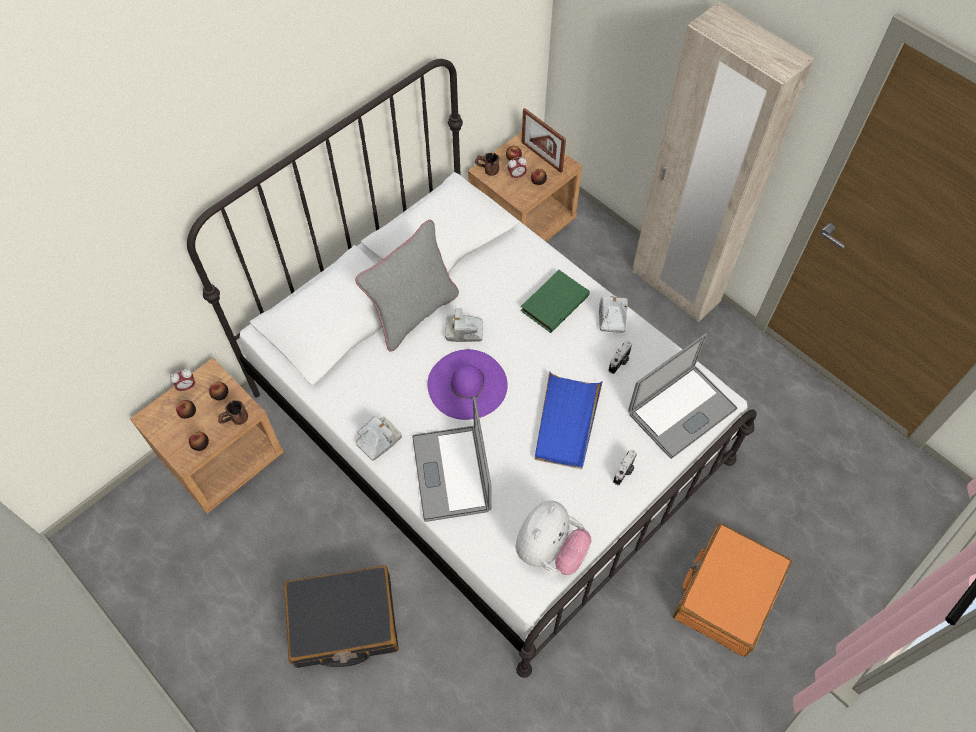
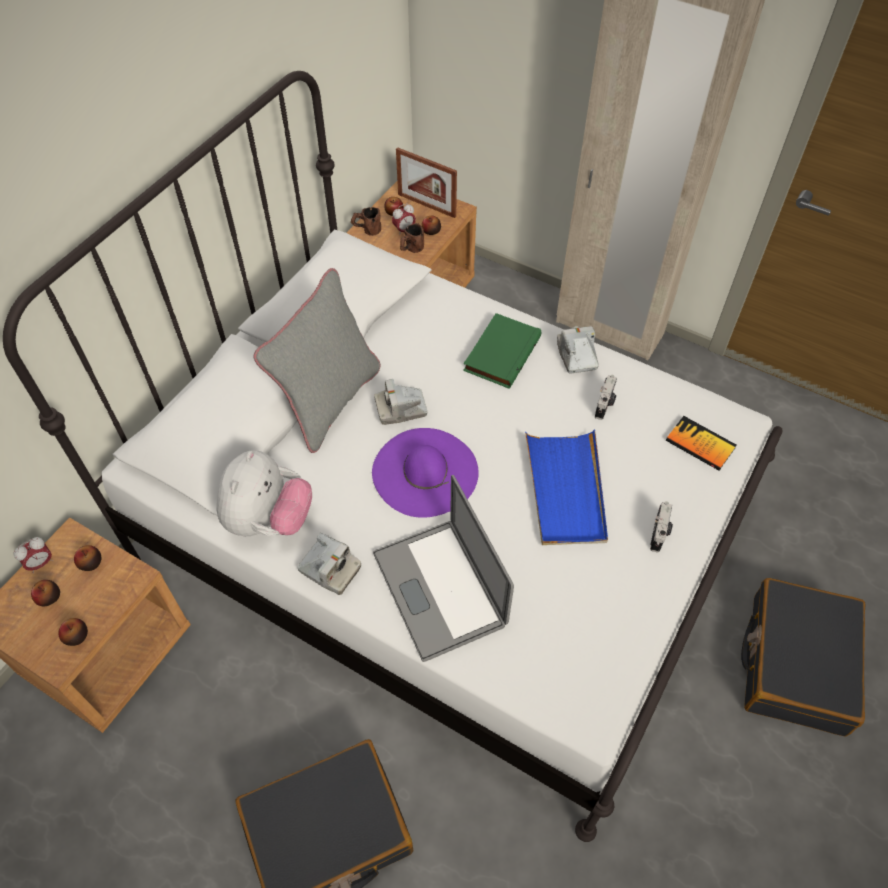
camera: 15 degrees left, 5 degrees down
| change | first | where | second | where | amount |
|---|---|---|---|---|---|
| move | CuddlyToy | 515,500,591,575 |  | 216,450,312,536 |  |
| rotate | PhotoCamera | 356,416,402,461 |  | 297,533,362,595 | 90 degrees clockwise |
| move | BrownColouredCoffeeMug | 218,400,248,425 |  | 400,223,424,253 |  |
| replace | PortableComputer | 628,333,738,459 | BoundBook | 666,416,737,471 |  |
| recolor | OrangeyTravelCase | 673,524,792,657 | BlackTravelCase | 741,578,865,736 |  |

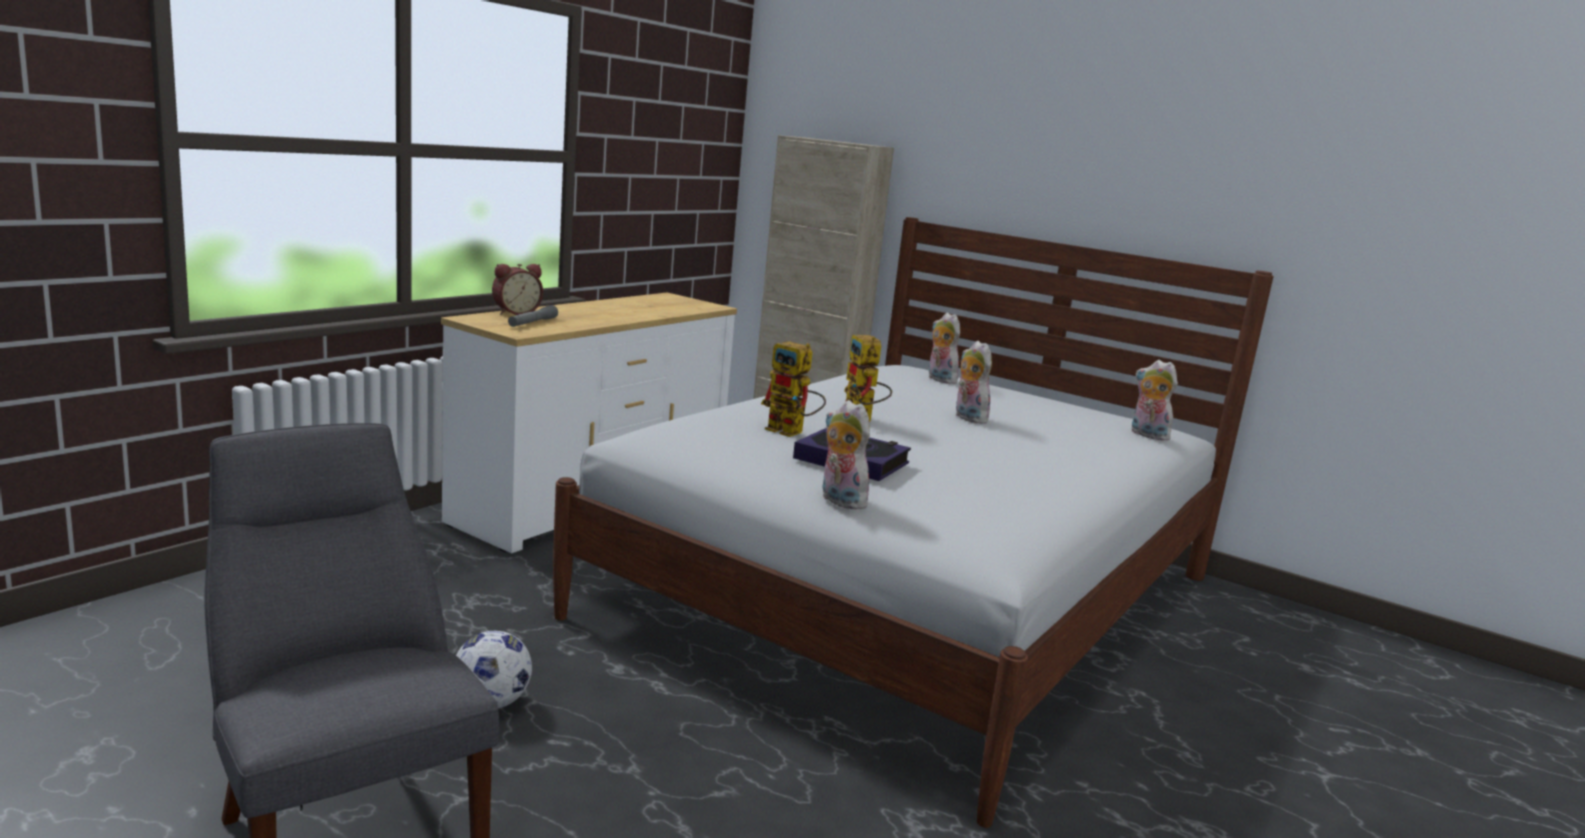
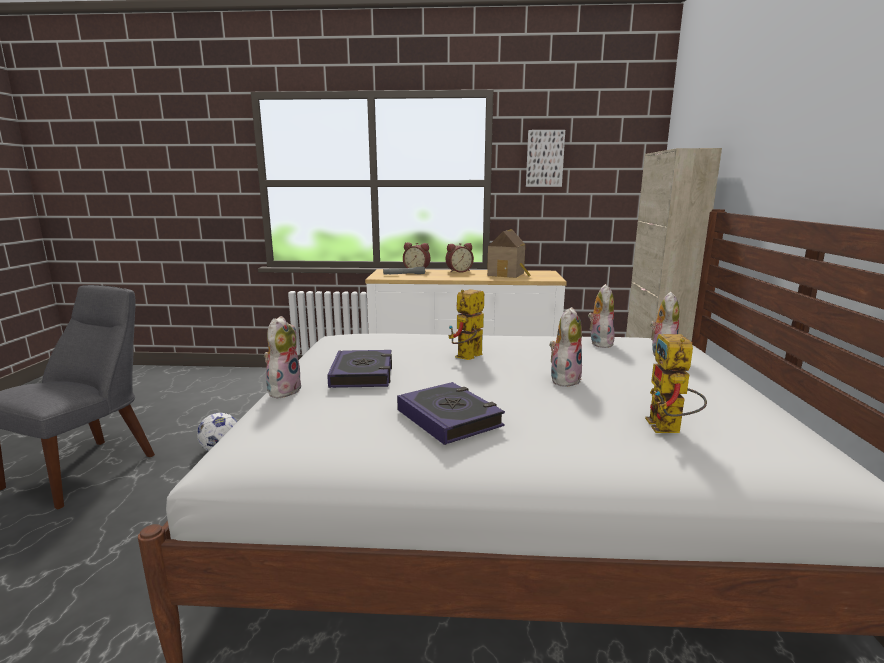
camera: 60 degrees right, 0 degrees up
| change | first | where | second | where | amount |
|---|---|---|---|---|---|
| insert |  |  | BoundBook | 397,382,505,445 |  |
| insert |  |  | AlarmClock | 446,243,474,273 |  |
| insert |  |  | ModelHouse | 487,229,531,278 |  |
| insert |  |  | WallArt | 526,130,565,187 |  |
| move | CuddlyToy | 1132,360,1178,441 |  | 588,284,615,348 |  |
| move | ToyRobot | 761,341,826,437 |  | 645,334,707,433 |  |

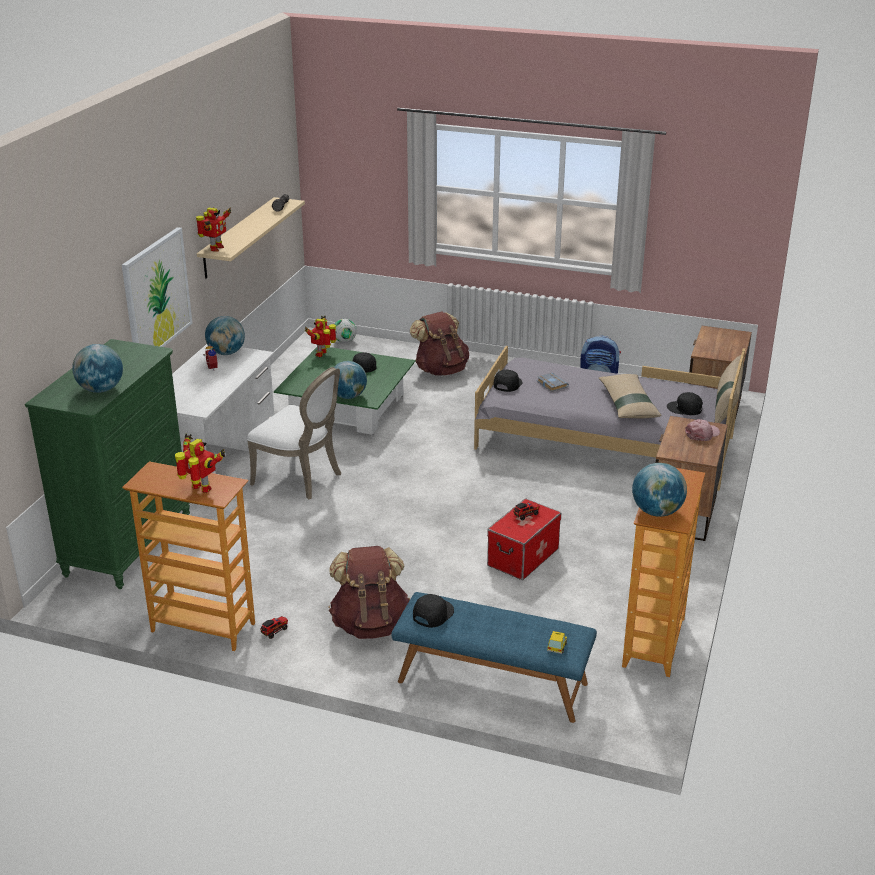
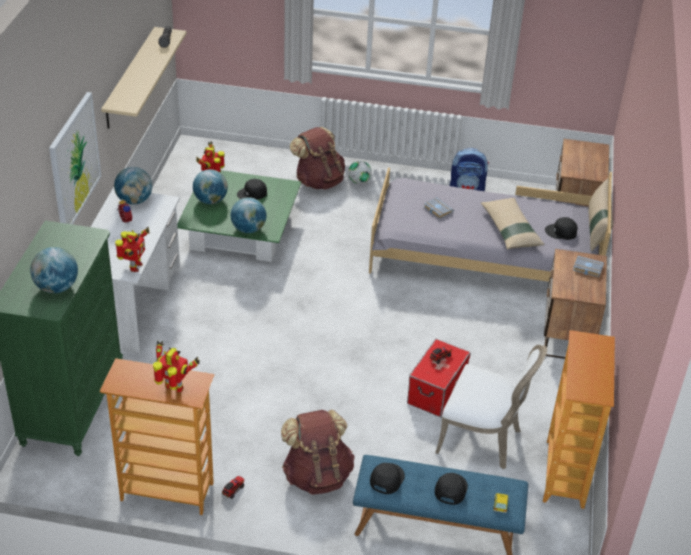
camera: 10 degrees left, 10 degrees up
| change | first | where | second | where | amount |
|---|---|---|---|---|---|
| move | ToyRobot | 196,207,231,252 |  | 115,227,150,272 |  |
| move | Globe | 632,463,687,517 |  | 193,169,228,204 |  |
| move | FootballBall | 334,319,357,343 |  | 348,161,372,184 |  |
| move | WhitishUprightChair | 247,367,341,500 |  | 435,345,547,469 |  |
| move | BlackBaseballCap | 494,370,523,392 |  | 435,473,468,505 |  |
| replace | PinkishBaseballCap | 685,419,720,441 | GreyBoundBook | 573,256,604,277 |  |

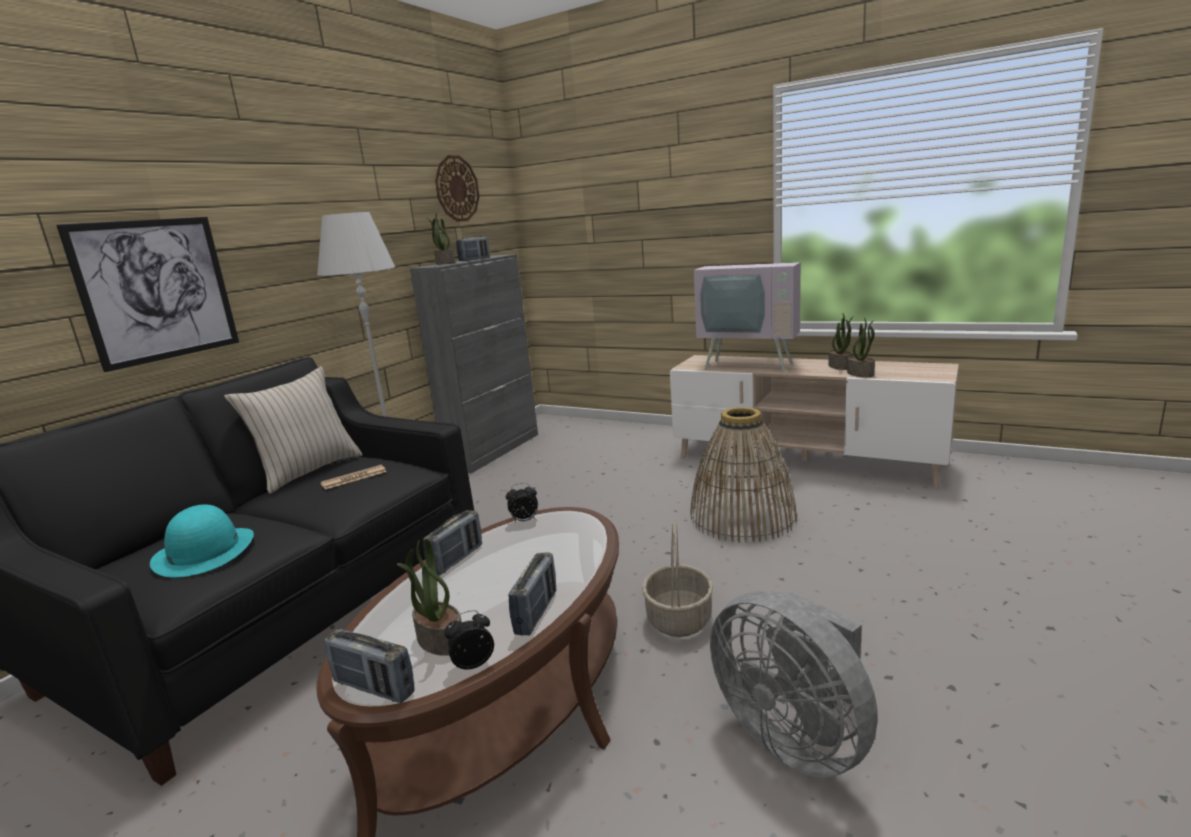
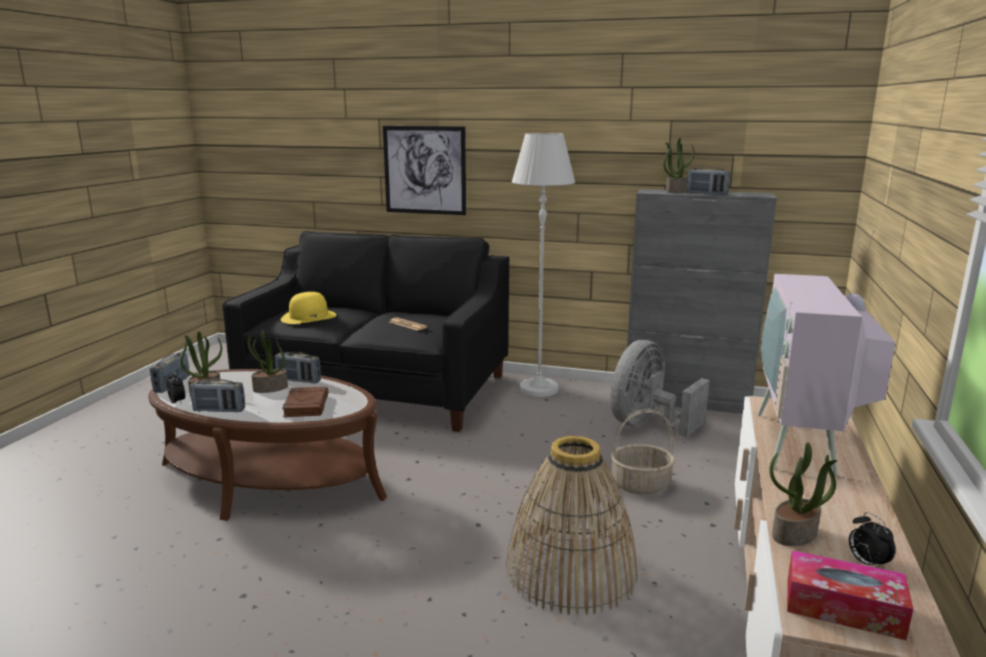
camera: 75 degrees right, 0 degrees up
| change | first | where | second | where | amount |
|---|---|---|---|---|---|
| move | PlantInAPot | 828,314,854,370 |  | 248,330,288,393 |  |
| recolor | TurquoiseClothingHat | 150,504,254,577 | YellowishClothingHat | 281,292,337,324 |  |
| insert |  |  | BrownColouredBoundBook | 282,387,328,417 |  |
| move | GreyFan | 710,591,878,778 |  | 610,340,710,437 |  |
| move | Basket | 642,522,713,637 |  | 611,409,675,494 |  |
| insert |  |  | TissueBox | 787,550,913,641 |  |
| move | AlarmClock | 506,483,538,522 |  | 849,512,896,568 |  |
| delete | BeigeColouredCushion | 224,367,363,494 |  |  |  |
| delete | WallClock | 435,155,479,222 |  |  |  |

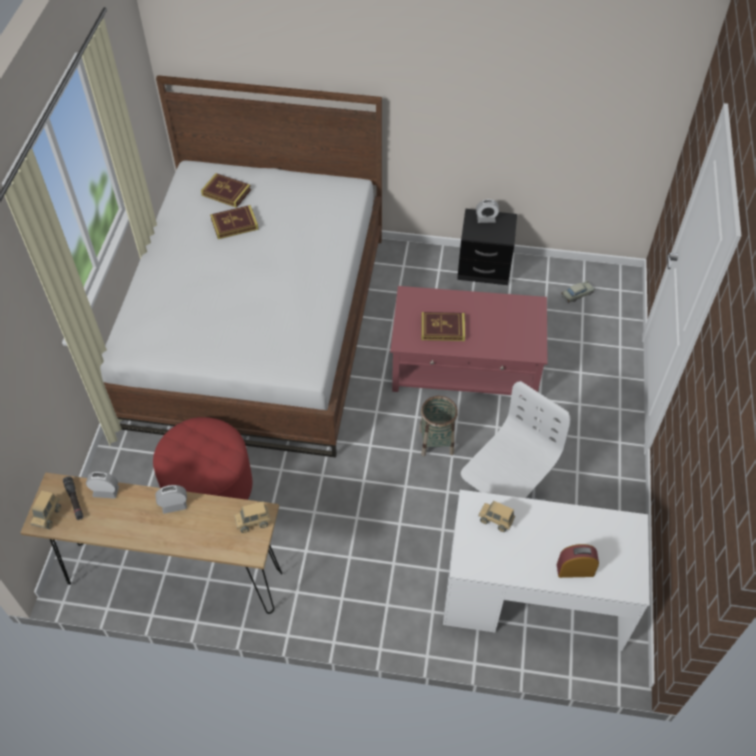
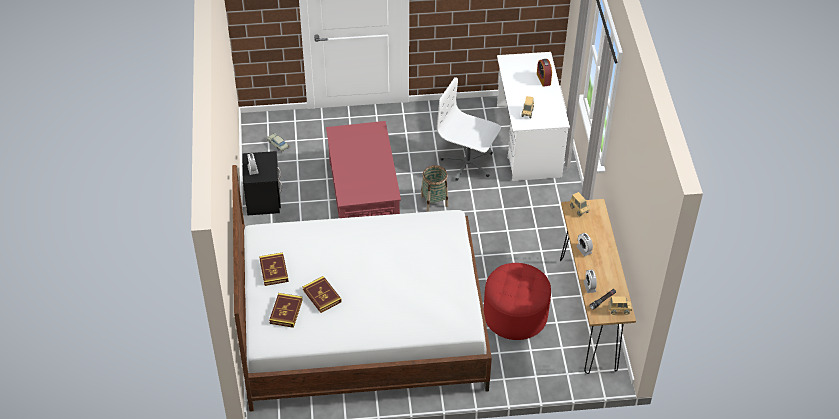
camera: 105 degrees left, 5 degrees down
| change | first | where | second | where | amount |
|---|---|---|---|---|---|
| move | BoundBook | 421,312,465,341 |  | 259,252,289,286 |  |

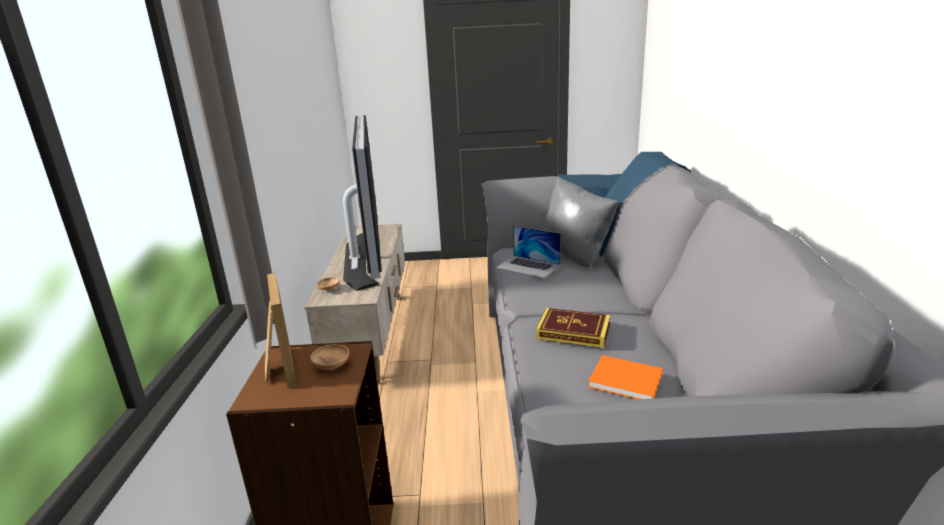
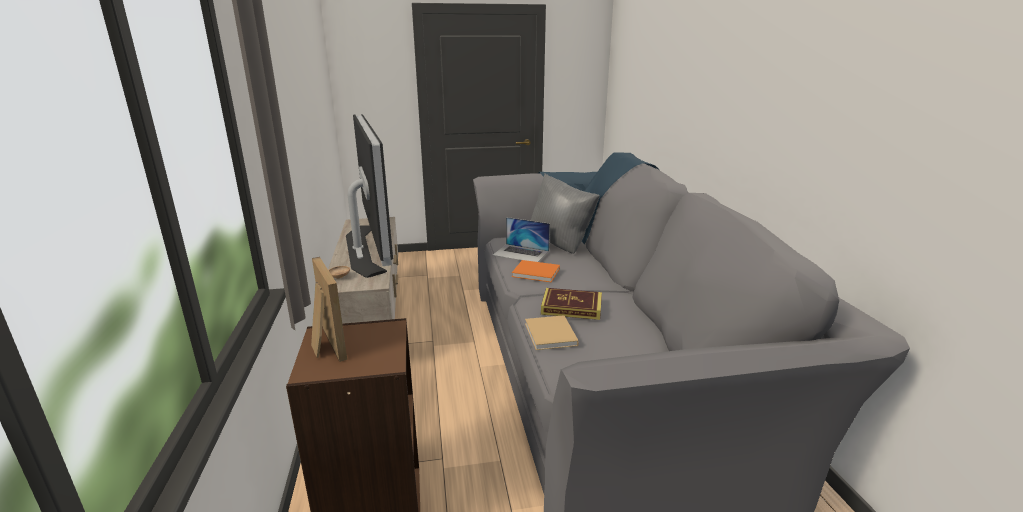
camera: 10 degrees left, 0 degrees up
| change | first | where | second | where | amount |
|---|---|---|---|---|---|
| move | OrangeyBoundBook | 588,355,663,399 |  | 512,260,560,282 |  |
| insert |  |  | BeigeColouredBoundBook | 525,315,579,350 |  |
| delete | BrownColouredDeepDish | 310,344,349,370 |  |  |  |

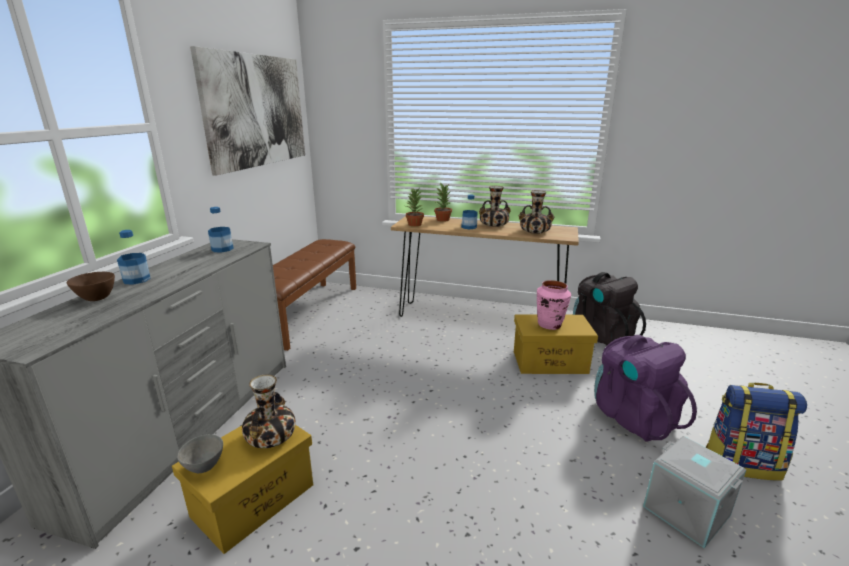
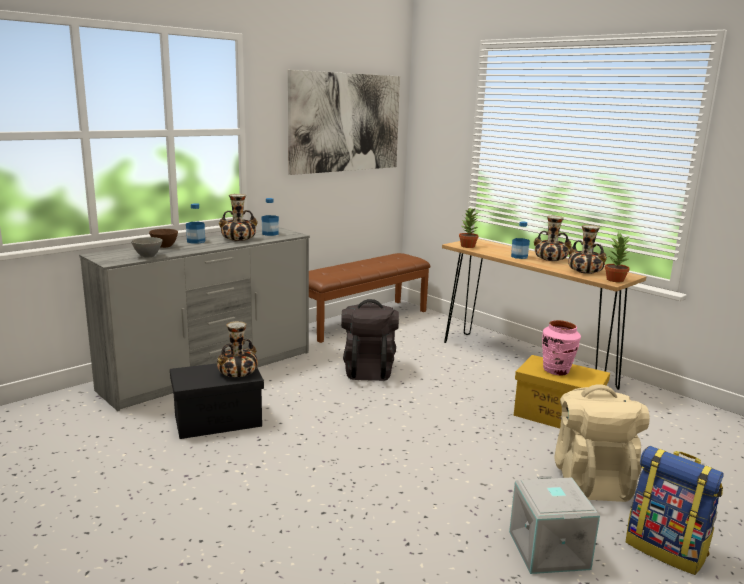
camera: 30 degrees right, 5 degrees down
| change | first | where | second | where | amount |
|---|---|---|---|---|---|
| move | GreyDeepDish | 177,434,223,473 |  | 131,237,162,258 |  |
| recolor | YellowishStorageContainer | 172,425,313,554 | BlackStorageContainer | 170,363,264,439 |  |
| insert |  |  | Vase | 219,194,258,241 |  |
| move | BlackRucksack | 573,272,646,345 |  | 341,299,399,381 |  |
| recolor | PurpleRucksack | 594,335,697,442 | BeigeColouredRucksack | 554,384,650,502 |  |
| move | PlantInAPot | 434,183,452,222 |  | 605,233,630,282 |  |

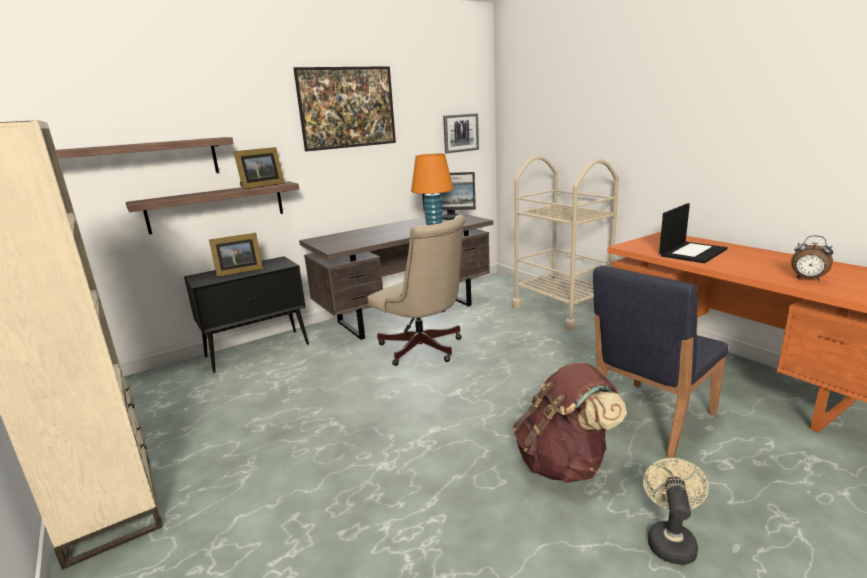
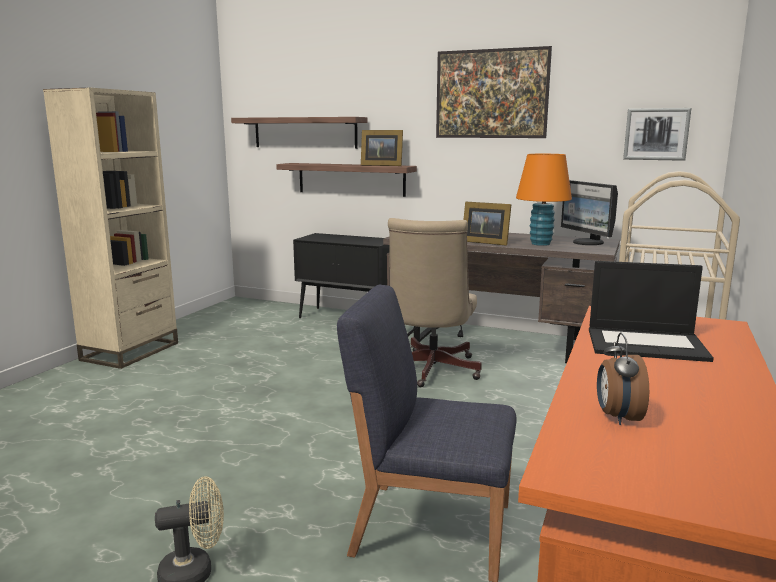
camera: 55 degrees right, 5 degrees down
| change | first | where | second | where | amount |
|---|---|---|---|---|---|
| move | PictureFrame | 209,233,263,277 |  | 463,201,512,246 |  |
| delete | BrownColouredRucksack | 513,362,627,483 |  |  |  |

